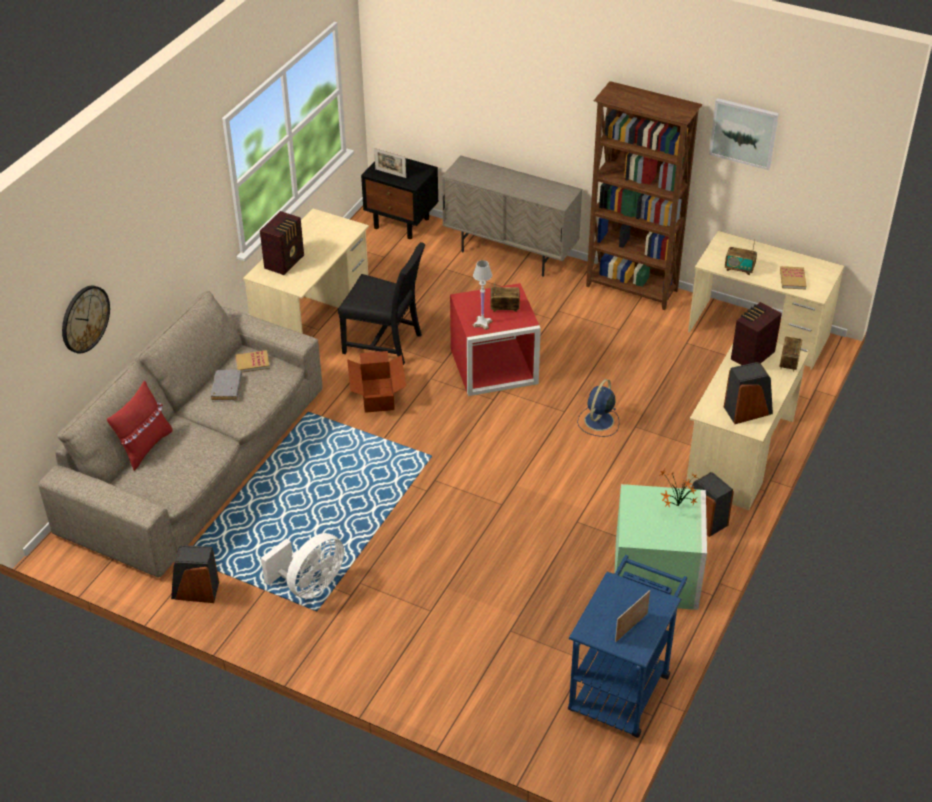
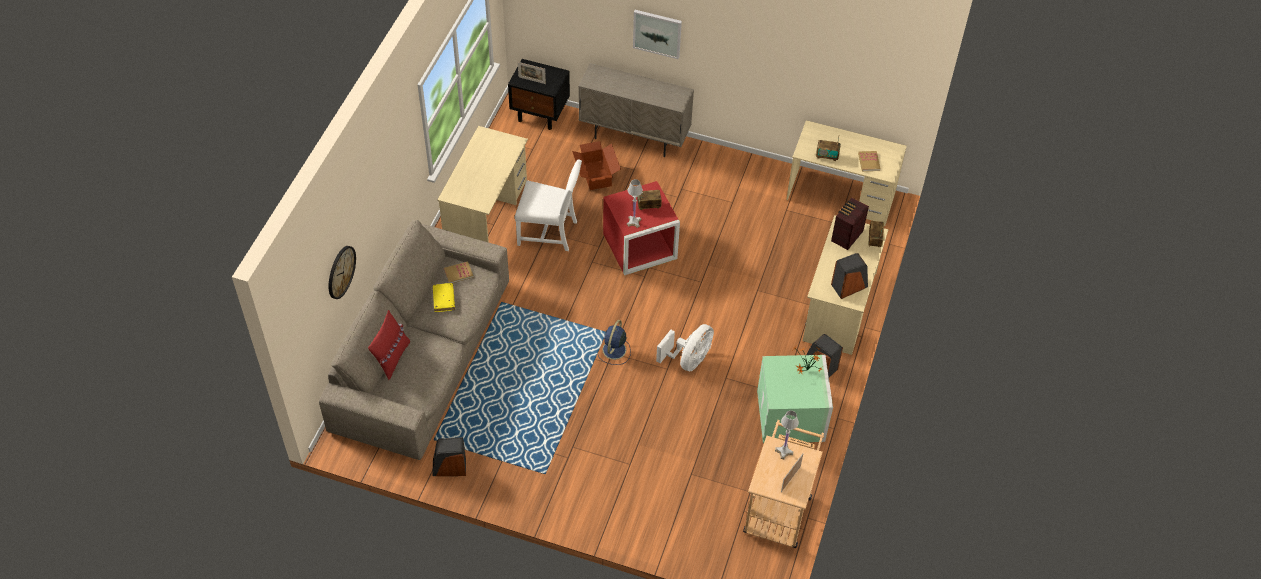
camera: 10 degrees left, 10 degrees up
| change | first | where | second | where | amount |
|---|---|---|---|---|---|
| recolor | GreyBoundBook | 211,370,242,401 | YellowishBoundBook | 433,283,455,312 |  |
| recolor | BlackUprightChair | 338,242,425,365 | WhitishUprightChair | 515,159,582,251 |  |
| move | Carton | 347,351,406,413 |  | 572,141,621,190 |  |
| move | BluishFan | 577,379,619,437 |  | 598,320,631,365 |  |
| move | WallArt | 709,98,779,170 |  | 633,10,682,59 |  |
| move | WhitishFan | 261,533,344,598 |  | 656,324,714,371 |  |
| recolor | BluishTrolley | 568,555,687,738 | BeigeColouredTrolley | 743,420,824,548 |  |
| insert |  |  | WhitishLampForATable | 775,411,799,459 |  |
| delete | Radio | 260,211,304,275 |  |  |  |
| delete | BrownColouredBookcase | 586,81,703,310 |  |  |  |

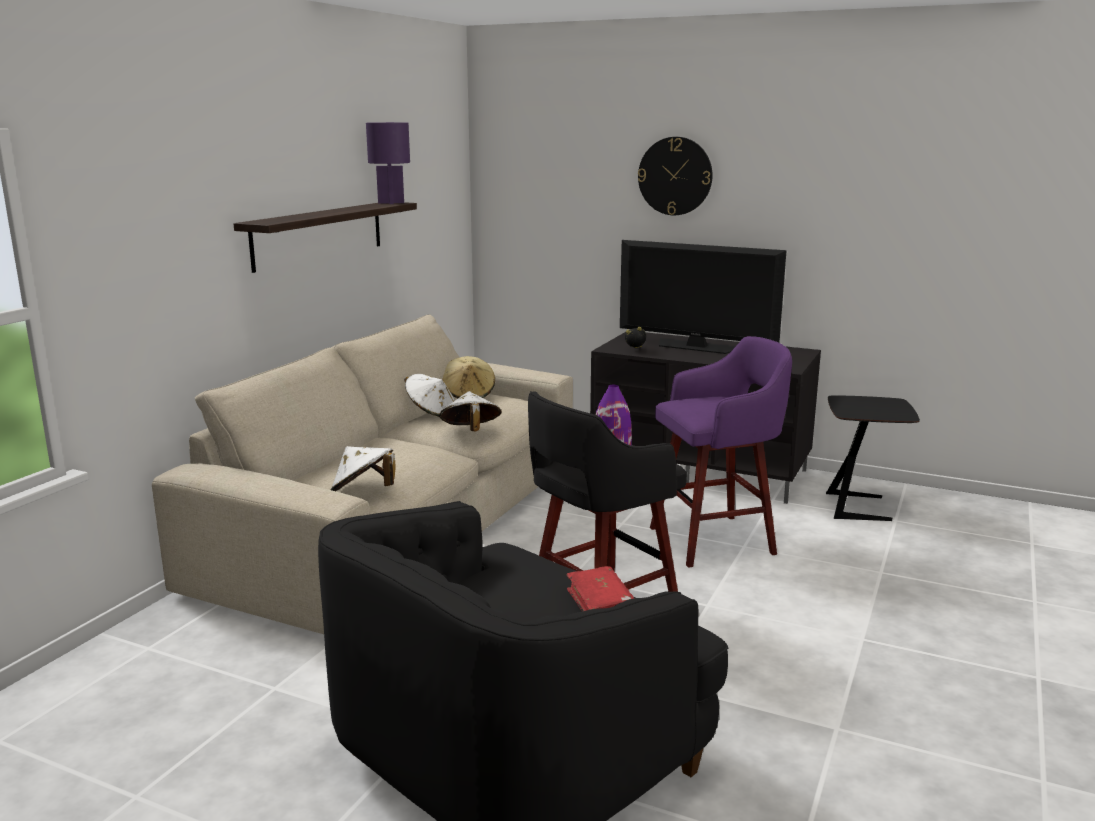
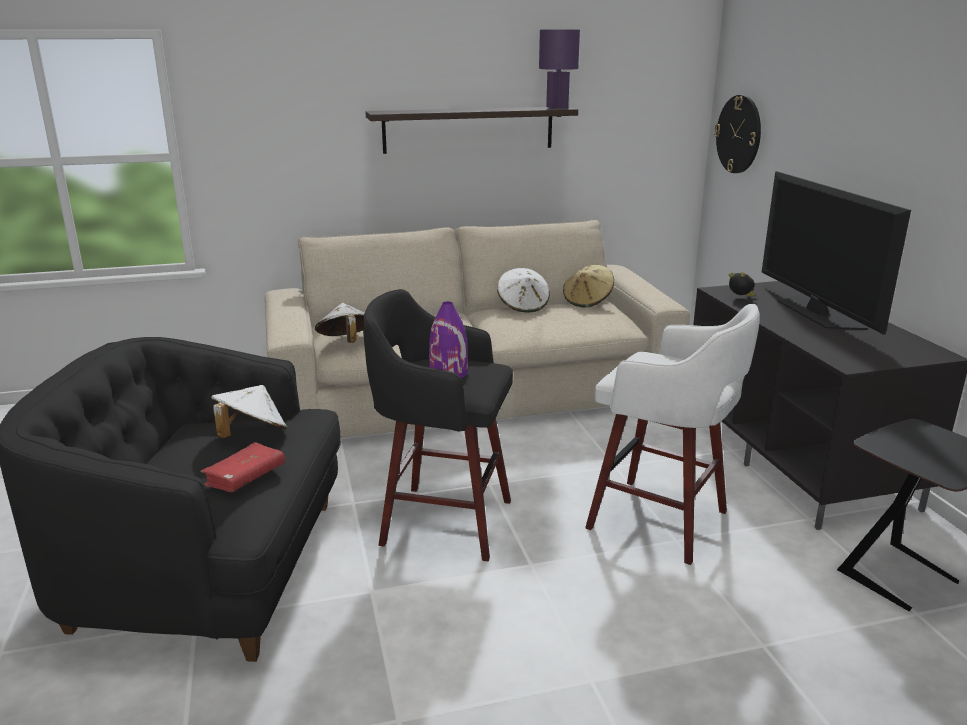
camera: 50 degrees right, 5 degrees up
| change | first | where | second | where | amount |
|---|---|---|---|---|---|
| move | WhitishClothingHat | 439,391,502,432 |  | 211,385,287,438 |  |
| recolor | PurpleStool | 650,336,792,568 | WhitishStool | 585,304,760,565 |  |
| move | WallClock | 638,137,713,215 |  | 714,95,761,173 |  |

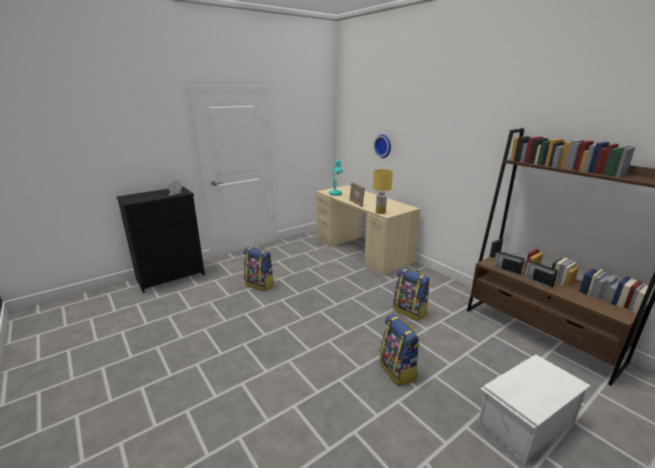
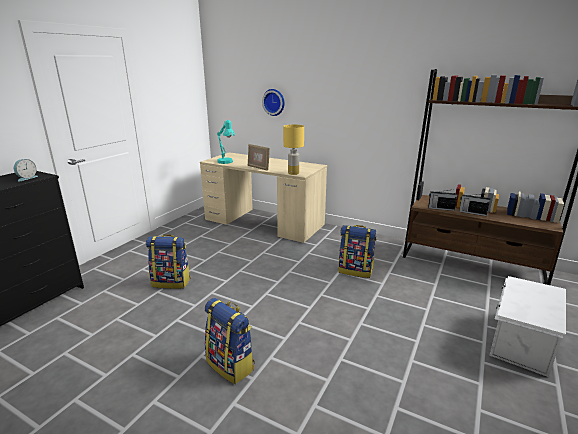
camera: 25 degrees left, 0 degrees up
| change | first | where | second | where | amount |
|---|---|---|---|---|---|
| move | Rucksack | 379,314,420,386 |  | 205,298,255,384 |  |

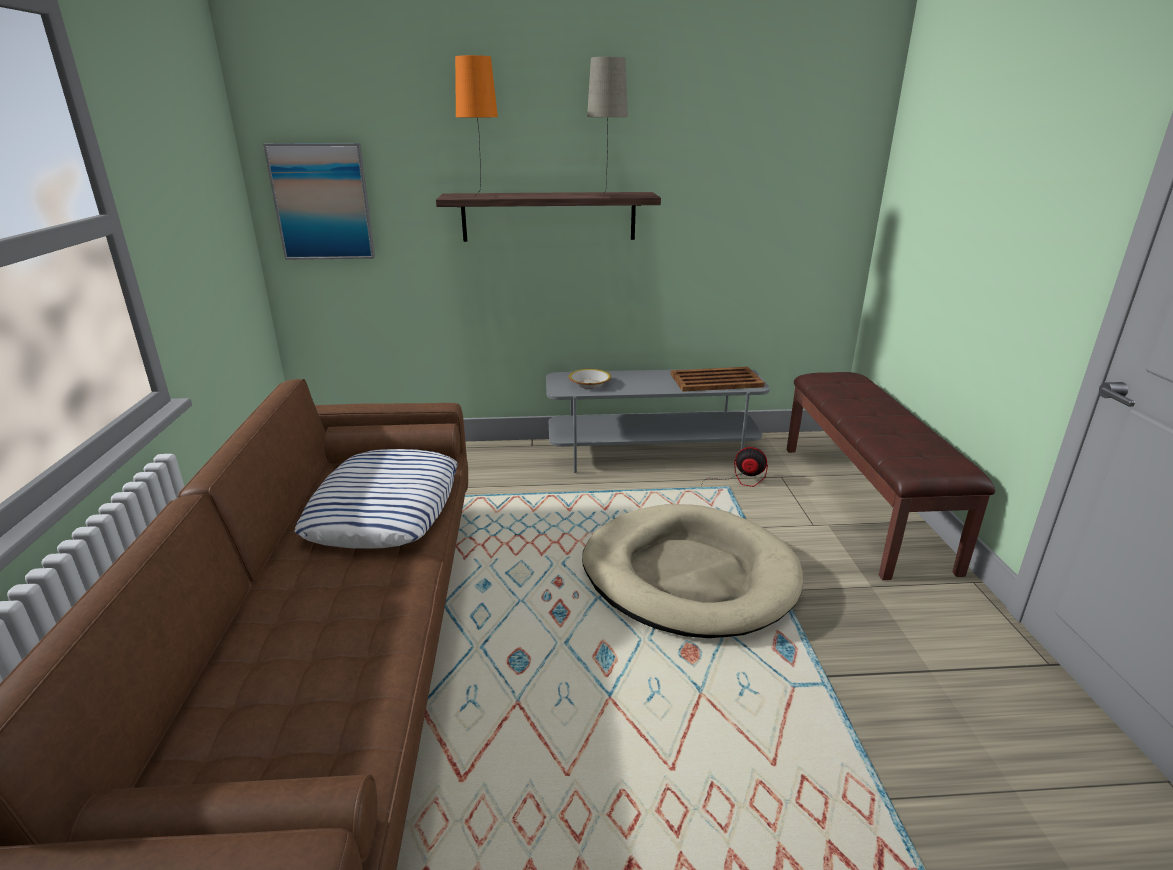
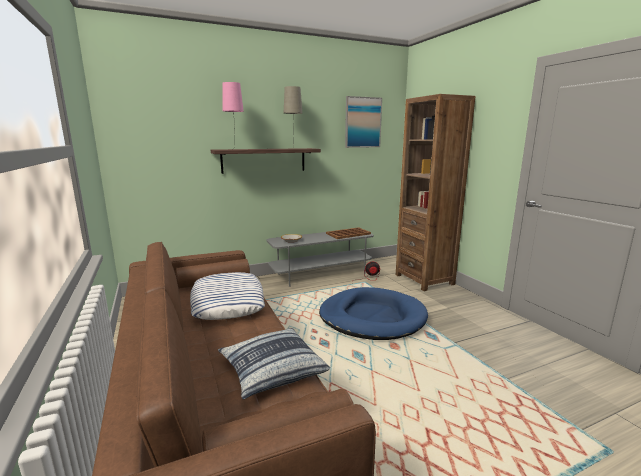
camera: 20 degrees left, 10 degrees down
| change | first | where | second | where | amount |
|---|---|---|---|---|---|
| insert |  |  | Cushion | 218,328,330,399 |  |
| recolor | OrangeyLampForATable | 455,55,498,197 | PinkishLampForATable | 223,82,244,150 |  |
| recolor | BeigeColouredDogBed | 582,504,803,638 | BluishDogBed | 319,287,428,340 |  |
| move | WallArt | 263,143,375,260 |  | 345,96,382,148 |  |
| replace | BrownColouredLongSeat | 787,372,995,580 | BrownColouredBookcase | 396,94,476,291 |  |

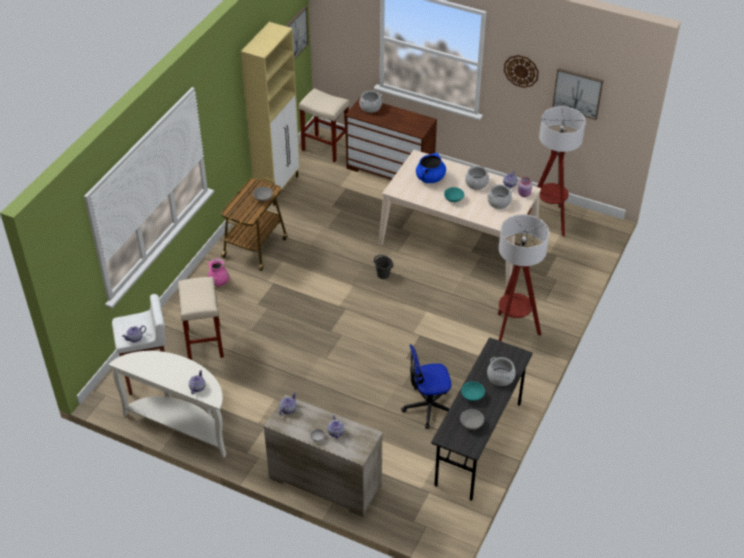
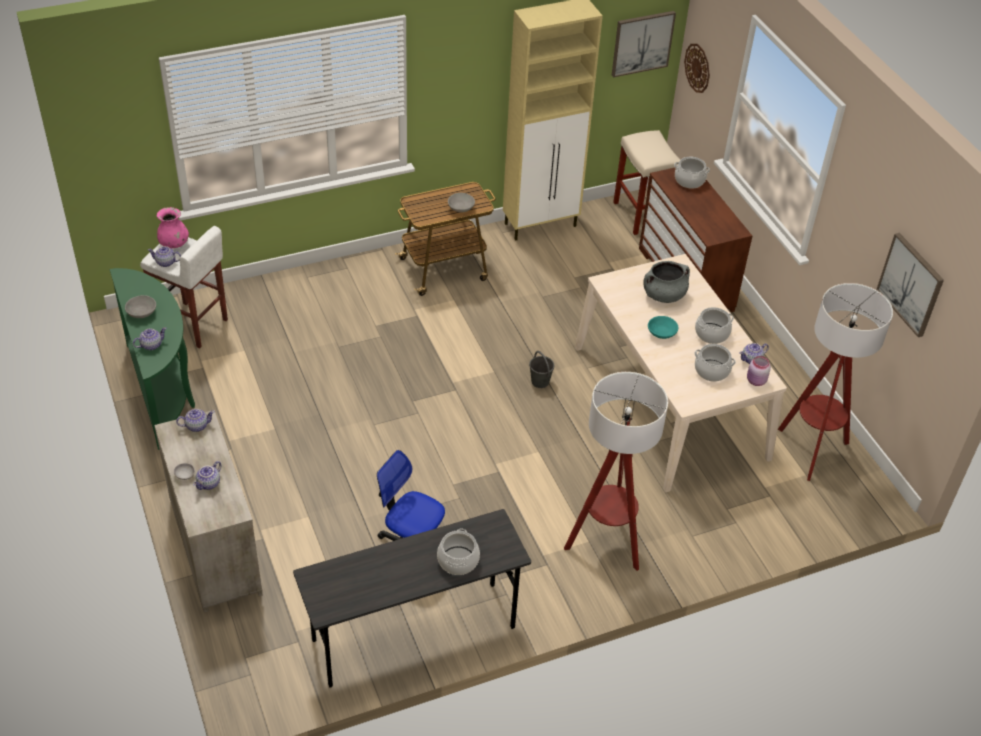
camera: 40 degrees right, 0 degrees up
| change | first | where | second | where | amount |
|---|---|---|---|---|---|
| recolor | WhitishConsoleTable | 108,351,227,458 | GreenConsoleTable | 110,268,195,450 |  |
| move | GreyDeepDish | 460,409,484,430 |  | 125,295,156,318 |  |
| move | PinkishVase | 208,258,230,286 |  | 156,207,189,248 |  |
| recolor | BluishCookingPot | 416,153,446,183 | GreyCookingPot | 643,261,690,303 |  |
| move | WallClock | 504,55,539,88 |  | 684,44,710,93 |  |
| delete | BeigeColouredStool | 178,277,224,360 |  |  |  |
| delete | TurquoiseDeepDish | 461,382,485,401 |  |  |  |

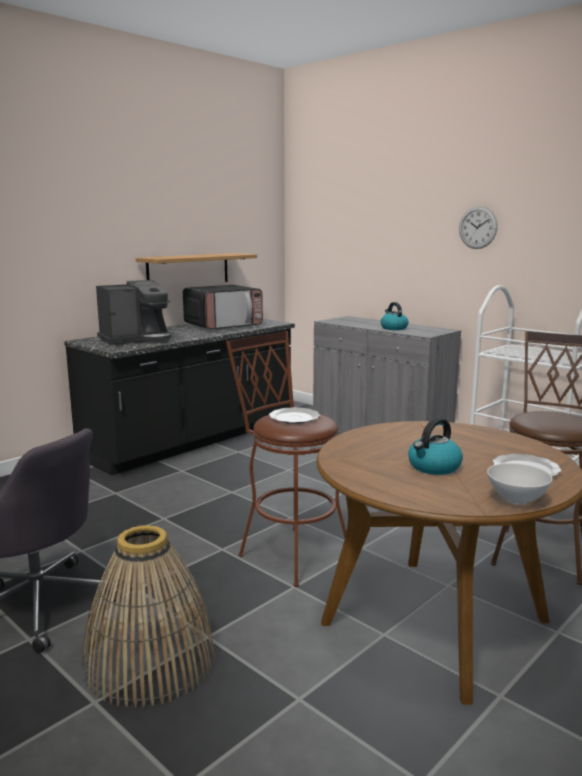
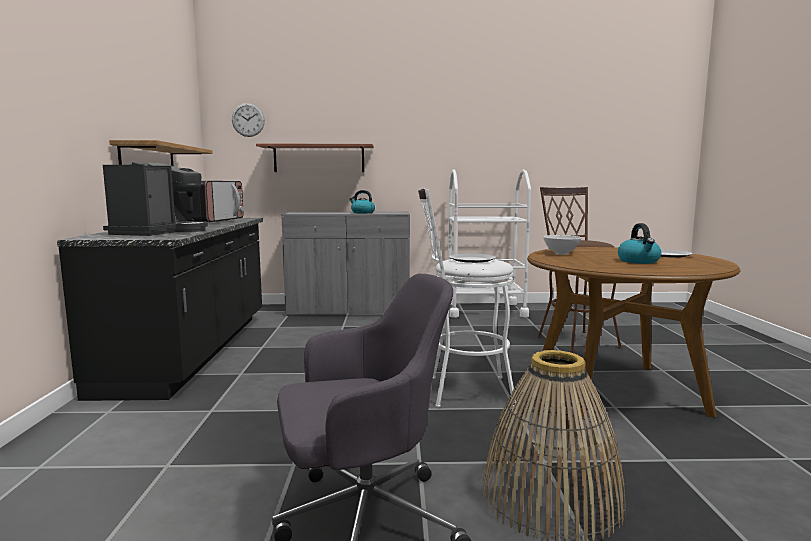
camera: 45 degrees left, 5 degrees down
| change | first | where | second | where | amount |
|---|---|---|---|---|---|
| move | WallClock | 459,206,498,249 |  | 232,103,265,137 |  |
| insert |  |  | WallShelf | 256,144,374,172 |  |
| recolor | BrownColouredStool | 226,331,346,587 | WhitishStool | 418,189,516,408 |  |
| move | WhitishDeepDish | 487,463,552,505 |  | 543,235,581,255 |  |

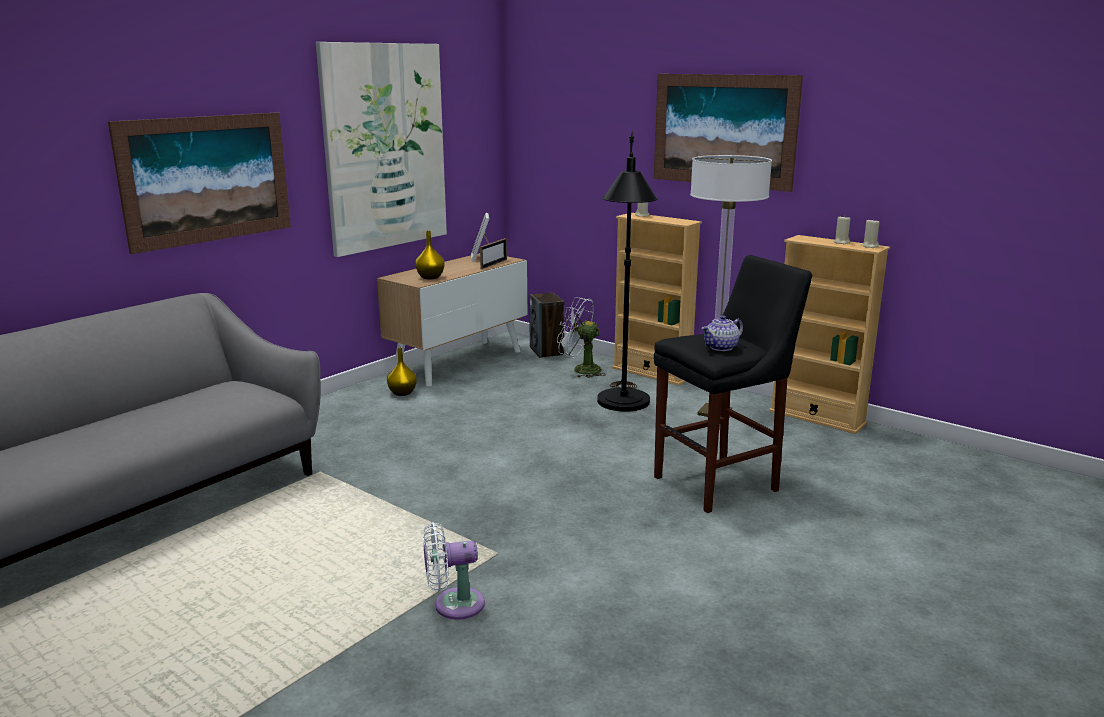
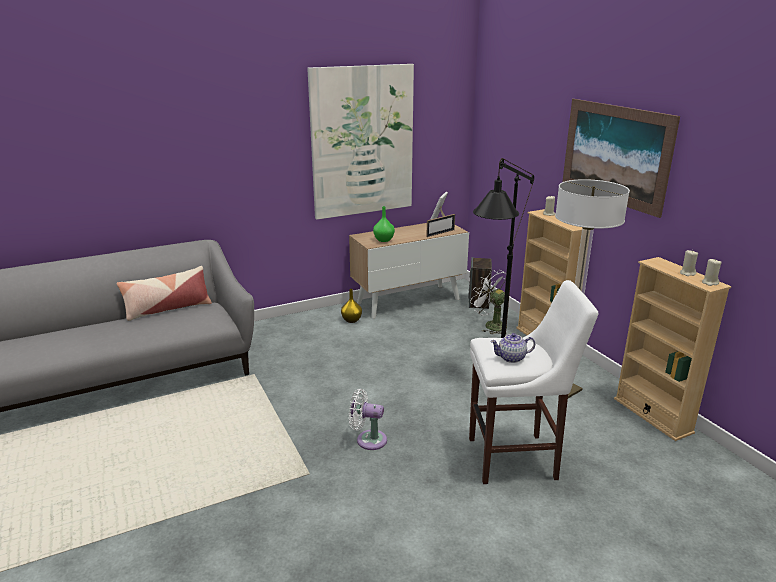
camera: 25 degrees right, 5 degrees up
| change | first | where | second | where | amount |
|---|---|---|---|---|---|
| insert |  |  | Cushion | 117,266,212,321 |  |
| move | WhitishFan | 423,522,485,620 |  | 349,389,387,450 |  |
| recolor | YellowishVase | 415,231,445,279 | GreenVase | 373,206,395,242 |  |
| recolor | BlackStool | 654,255,812,513 | WhitishStool | 469,280,598,484 |  |
| delete | WallArt | 108,113,291,254 |  |  |  |

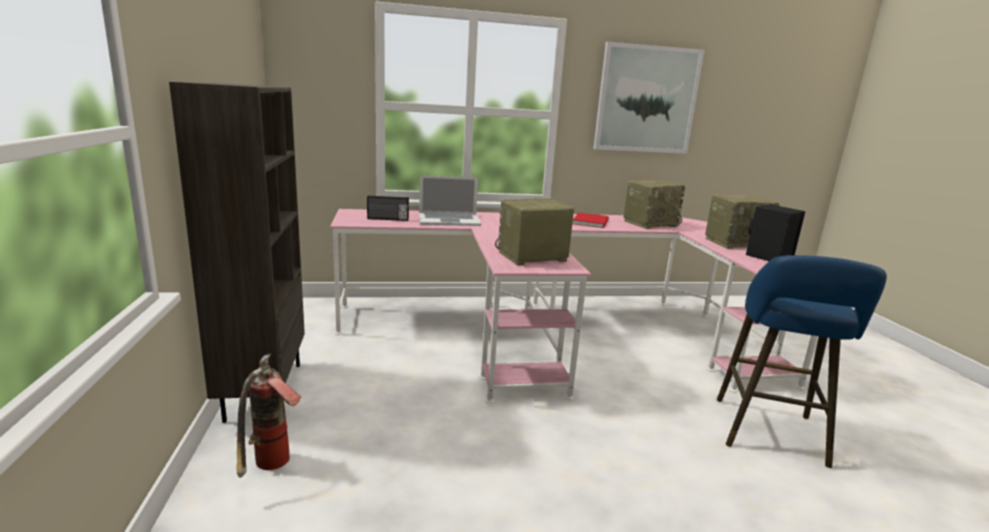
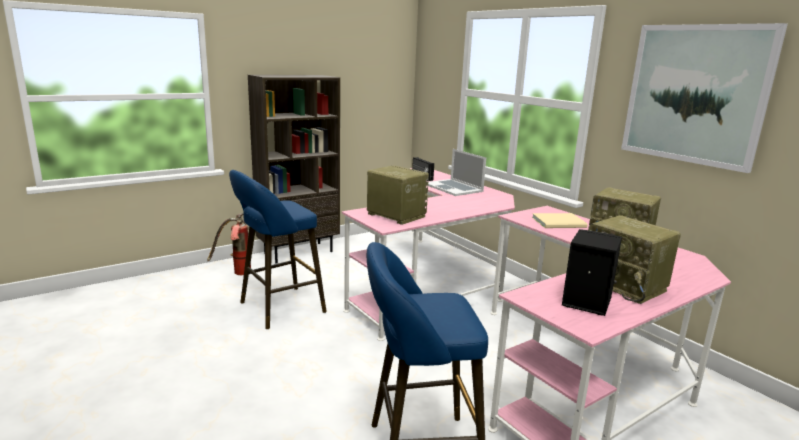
camera: 65 degrees right, 0 degrees up
| change | first | where | second | where | amount |
|---|---|---|---|---|---|
| insert |  |  | BluishStool | 229,170,327,329 |  |
| recolor | RedBoundBook | 572,213,609,228 | BeigeColouredBoundBook | 532,213,588,228 |  |

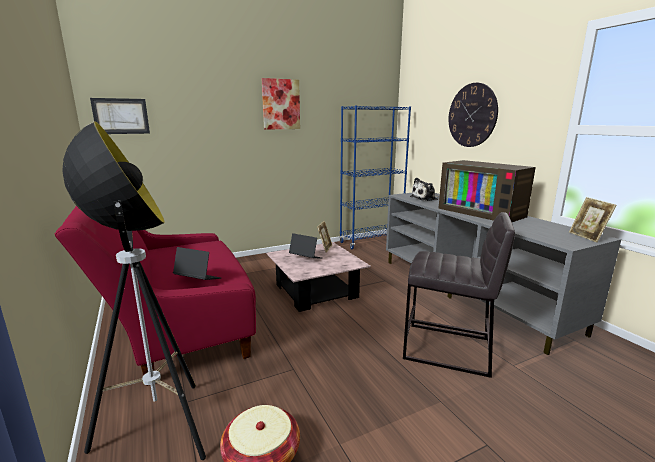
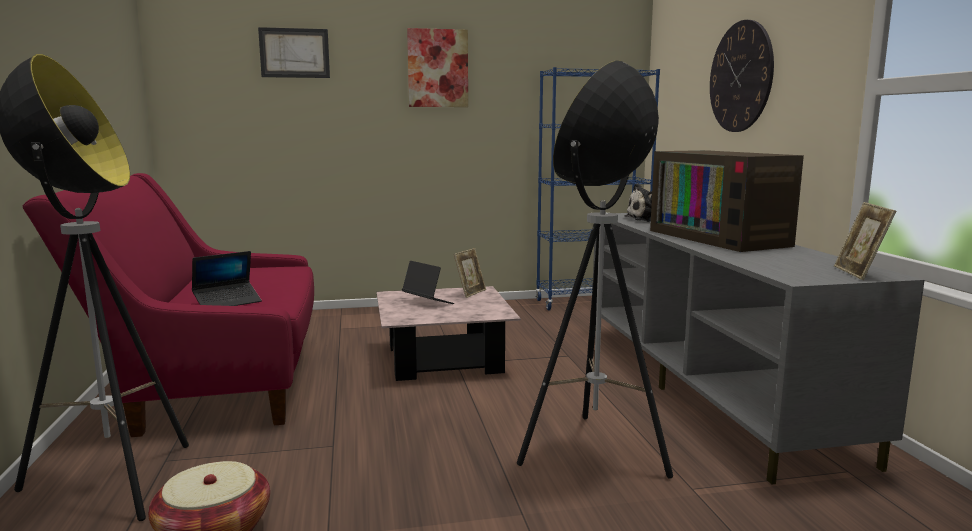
camera: 15 degrees right, 5 degrees down
| change | first | where | second | where | amount |
|---|---|---|---|---|---|
| rotate | PortableComputer | 173,247,221,280 |  | 192,251,262,306 | 105 degrees clockwise |
| move | WallArt | 90,98,150,134 |  | 258,27,330,78 |  |
| replace | GreyStool | 403,212,515,378 | FloorLamp | 517,60,673,479 |  |

